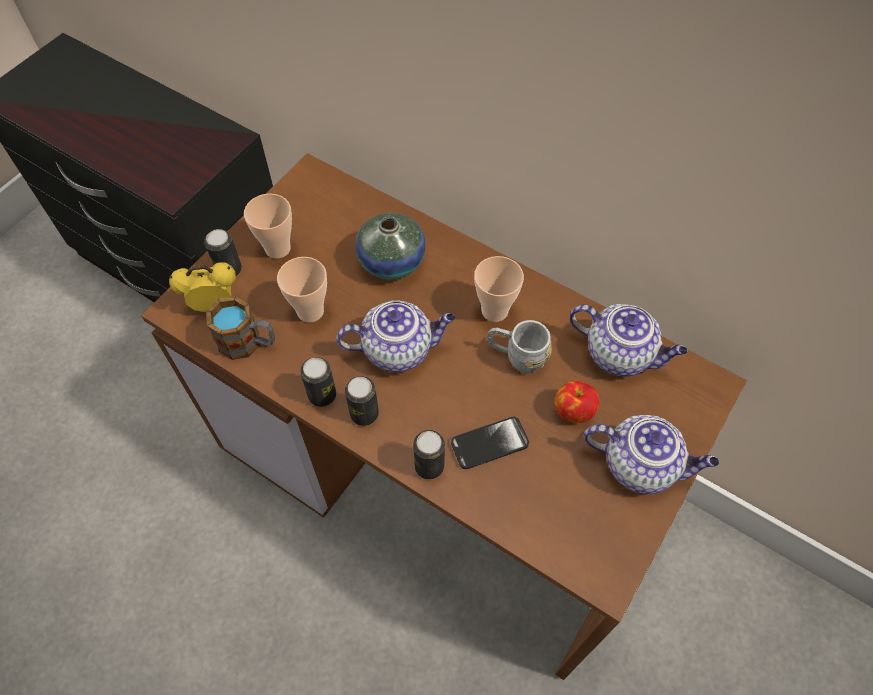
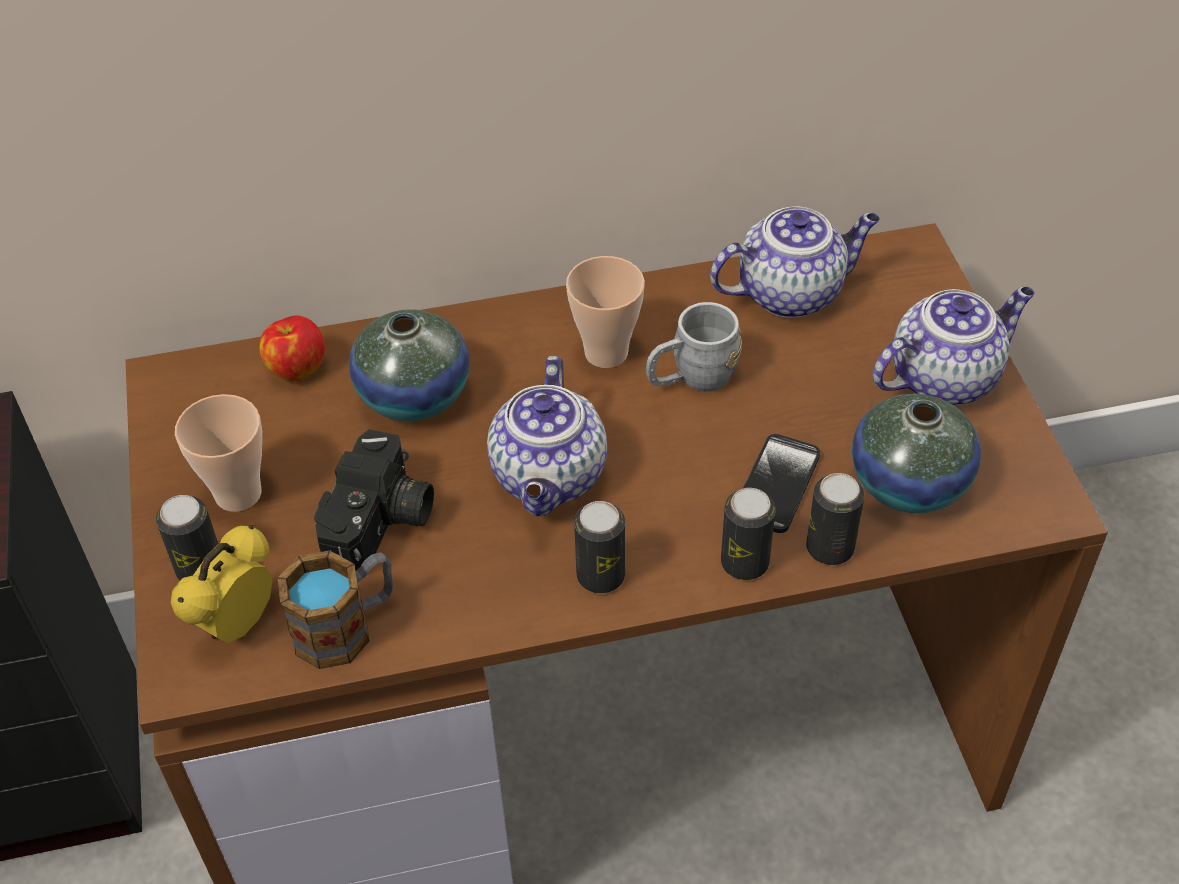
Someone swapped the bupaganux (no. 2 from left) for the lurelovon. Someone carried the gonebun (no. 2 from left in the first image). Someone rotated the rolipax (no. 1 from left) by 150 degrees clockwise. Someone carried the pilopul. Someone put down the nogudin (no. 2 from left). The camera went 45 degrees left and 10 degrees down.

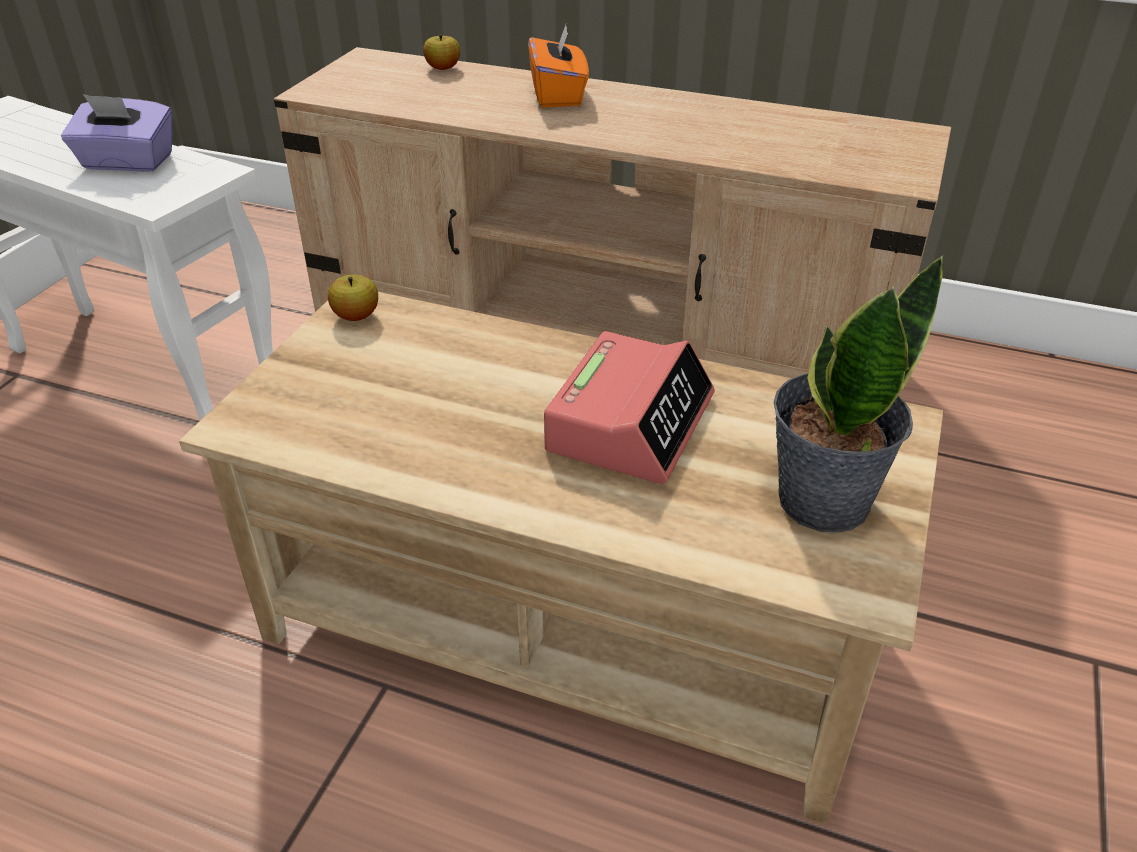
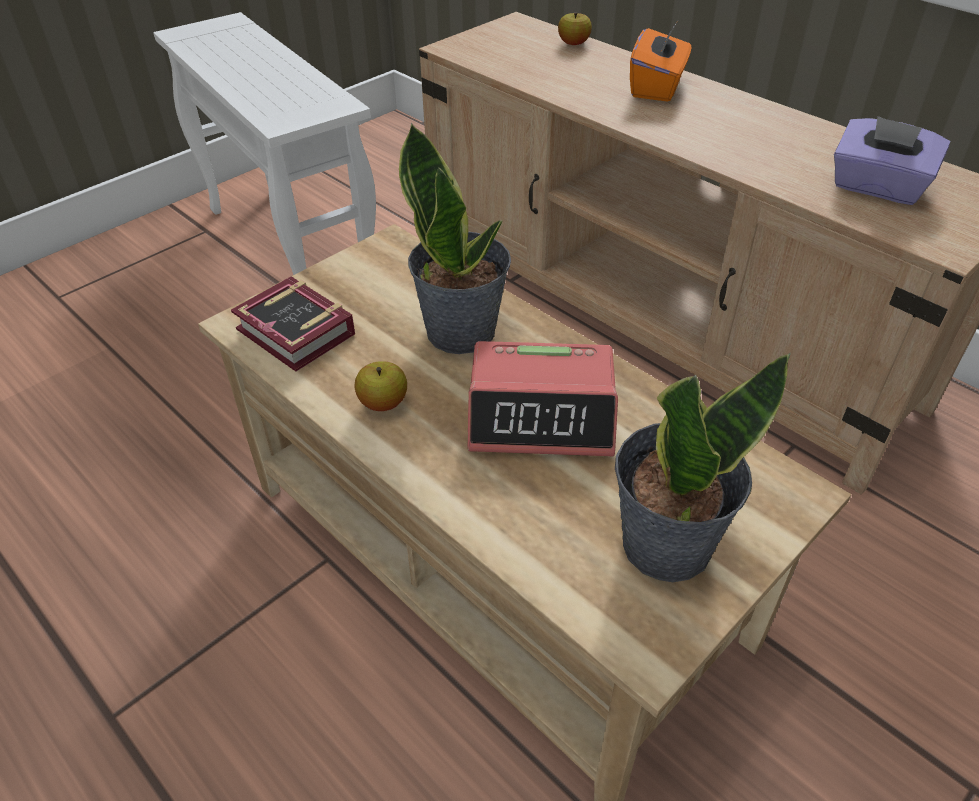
Someone carried the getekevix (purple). Someone carried the pilopul (no. 1 from left). Someone rotated the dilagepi by 45 degrees clockwise. Someone put down the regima. Someone put down the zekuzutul (no. 1 from left). The camera went 25 degrees right and 5 degrees up.

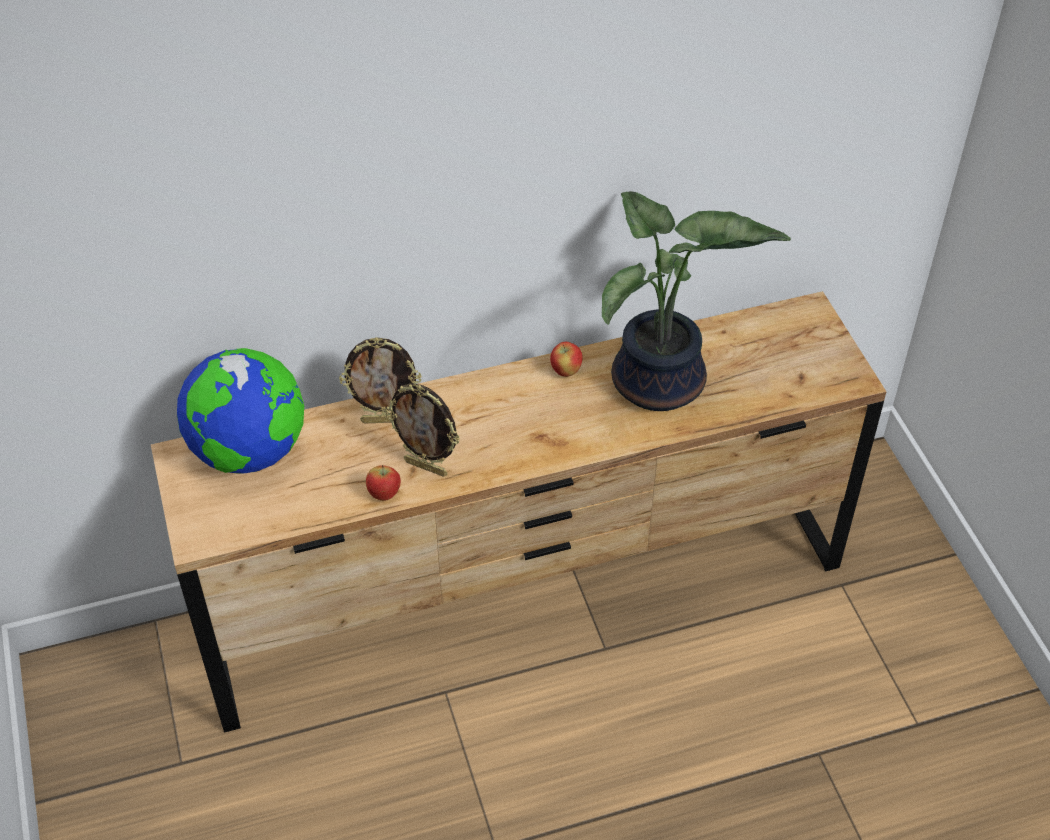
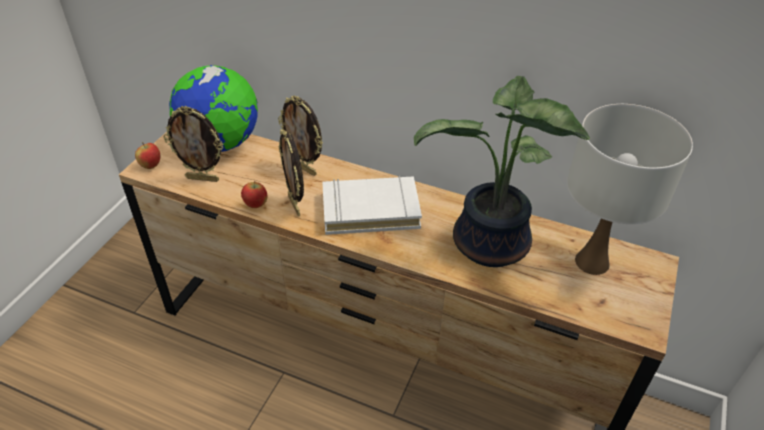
Someone carried the pilopul (no. 2 from left in the first image). Someone put down the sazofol (no. 1 from left). Someone put down the regima (white). Someone put down the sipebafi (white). The camera went 40 degrees right and 5 degrees down.

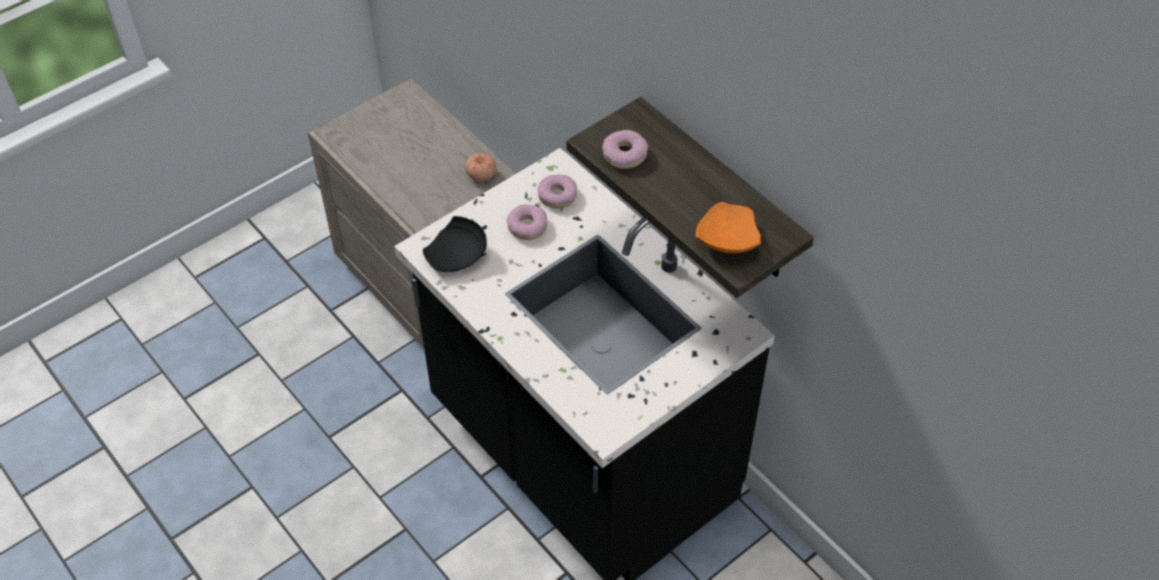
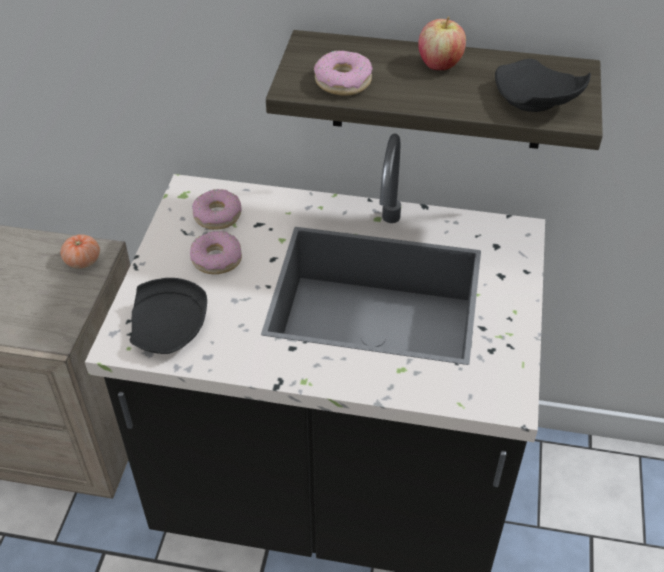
Someone repainted the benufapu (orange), which became the benufapu (black) (no. 2 from left). Someone put down the pilopul. The camera went 40 degrees left and 5 degrees down.

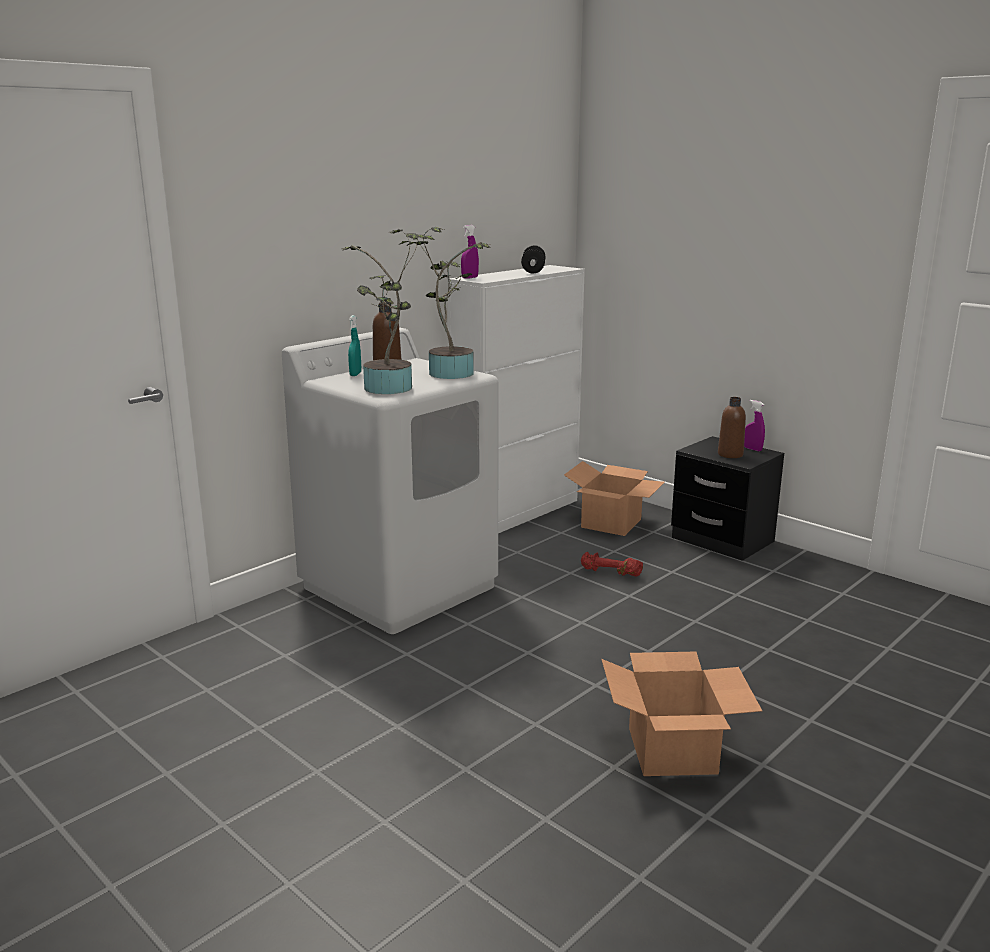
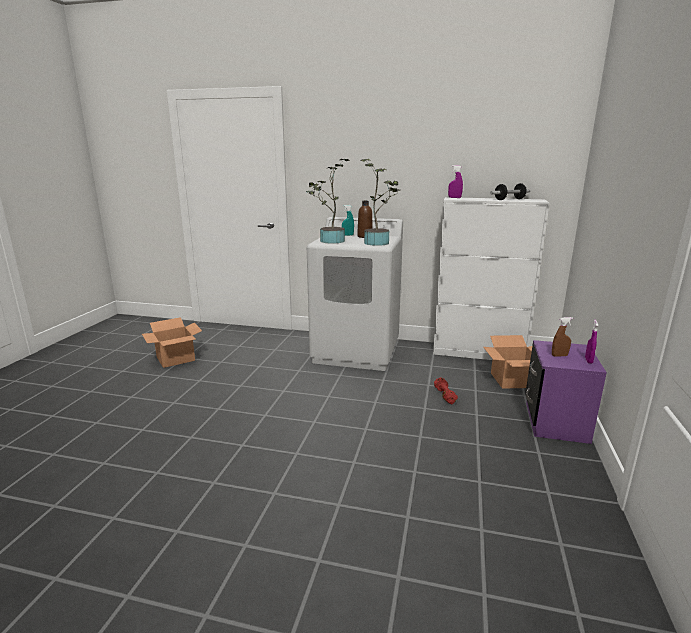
Someone carried the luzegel (no. 2 from left in the first image). Someone repainted the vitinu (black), which became the vitinu (purple). Someone swapped the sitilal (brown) (no. 2 from left) for the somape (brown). The camera went 60 degrees right and 0 degrees up.

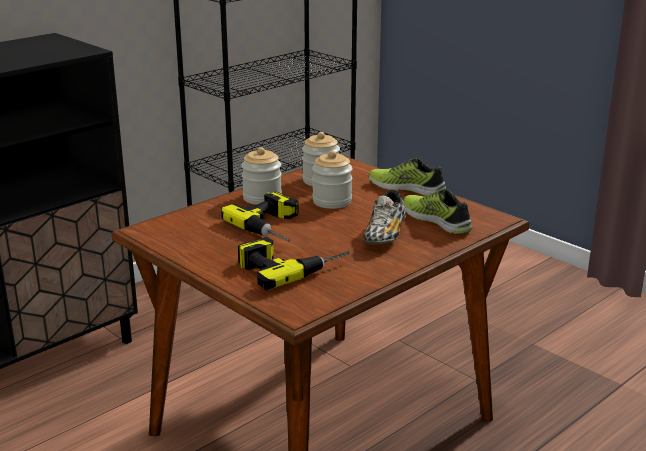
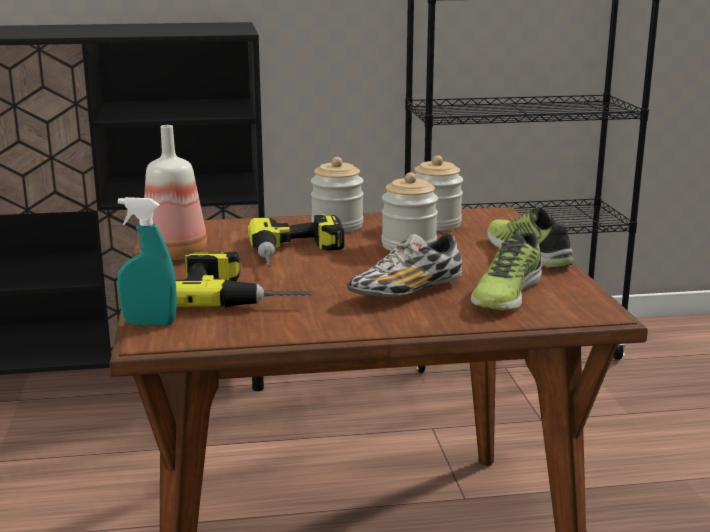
Someone rotated the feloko (no. 3 from left in the first image) by 150 degrees counterclockwise. Someone put down the somape (turquoise). Someone put down the sitilal. The camera went 35 degrees right and 5 degrees down.

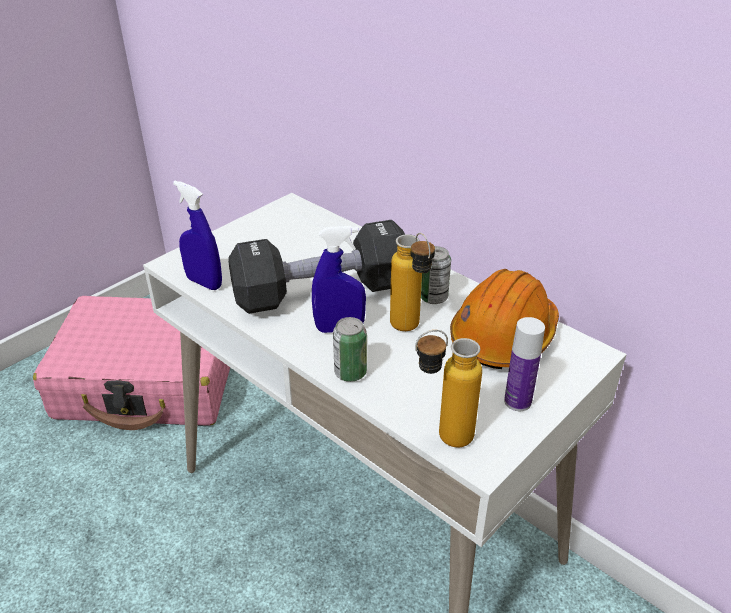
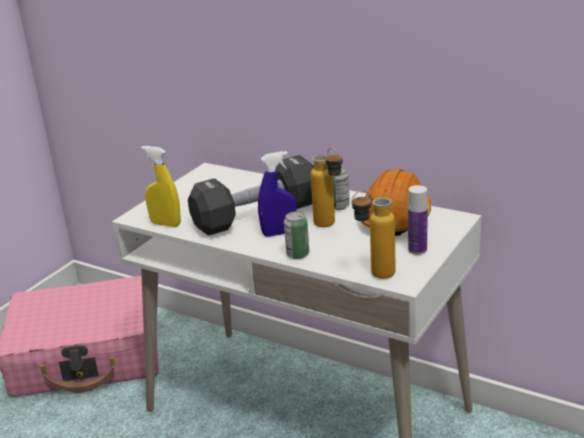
Someone repainted the somape (blue) (no. 1 from left), which became the somape (yellow). The camera went 10 degrees left and 10 degrees down.

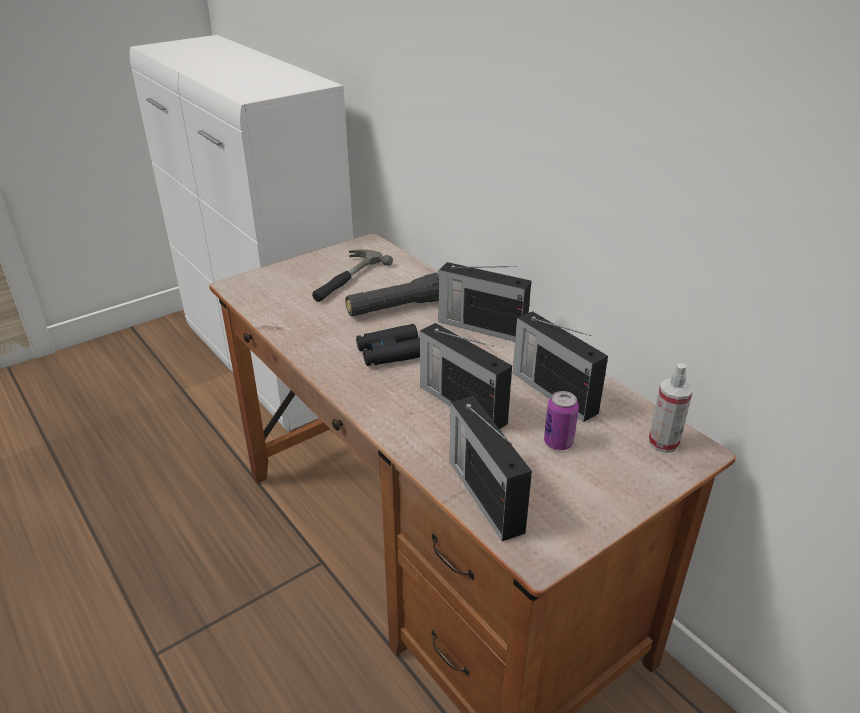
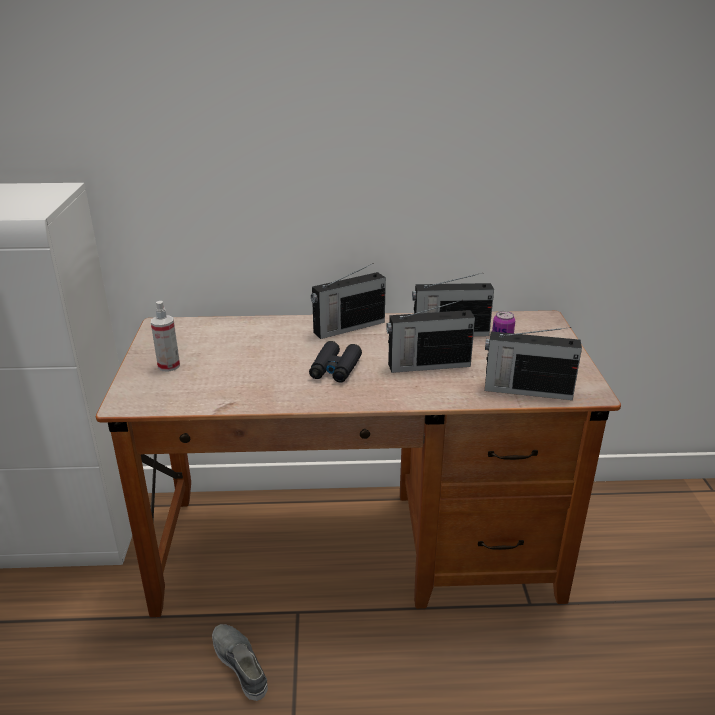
Someone took away the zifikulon. Someone took away the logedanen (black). Someone carried the somape. Someone put down the feloko (grey). The camera went 55 degrees left and 5 degrees down.

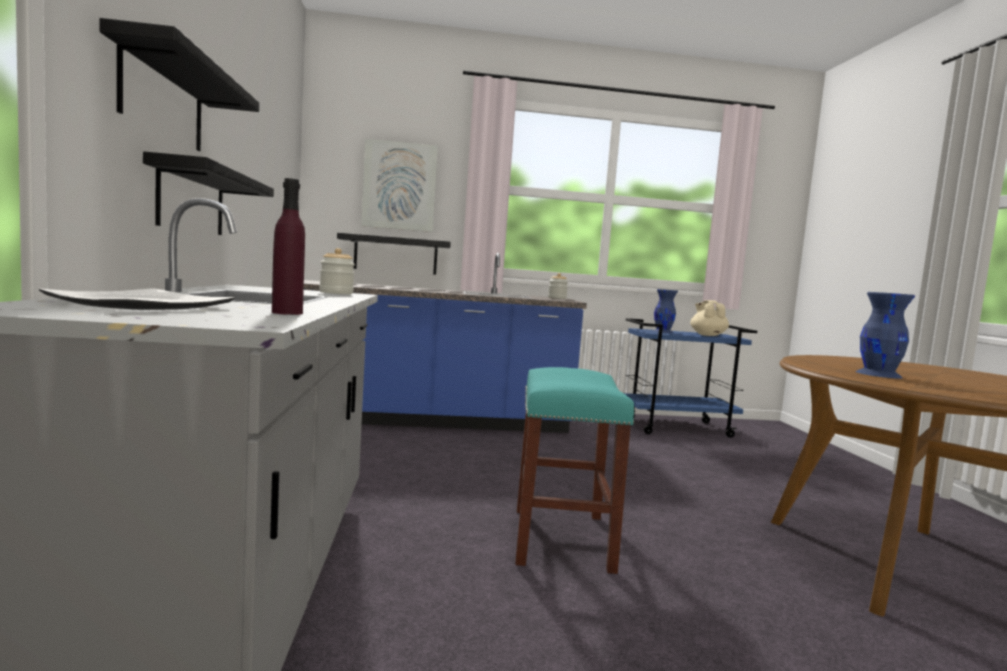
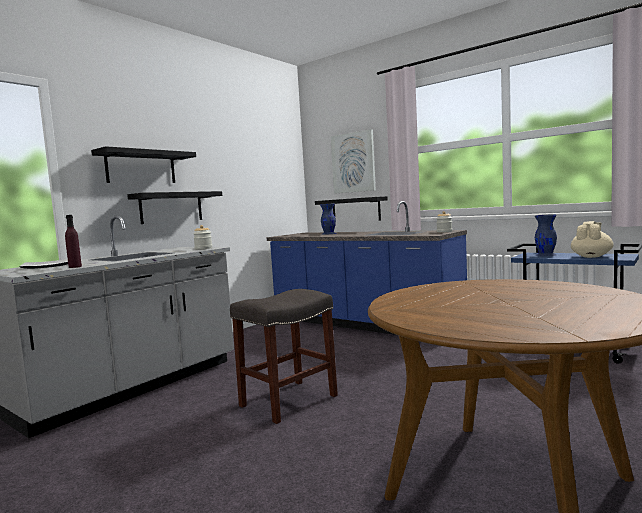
Someone repainted the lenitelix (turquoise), which became the lenitelix (grey). Someone carried the nogudin (blue) (no. 2 from left in the first image). The camera went 45 degrees right and 0 degrees up.

